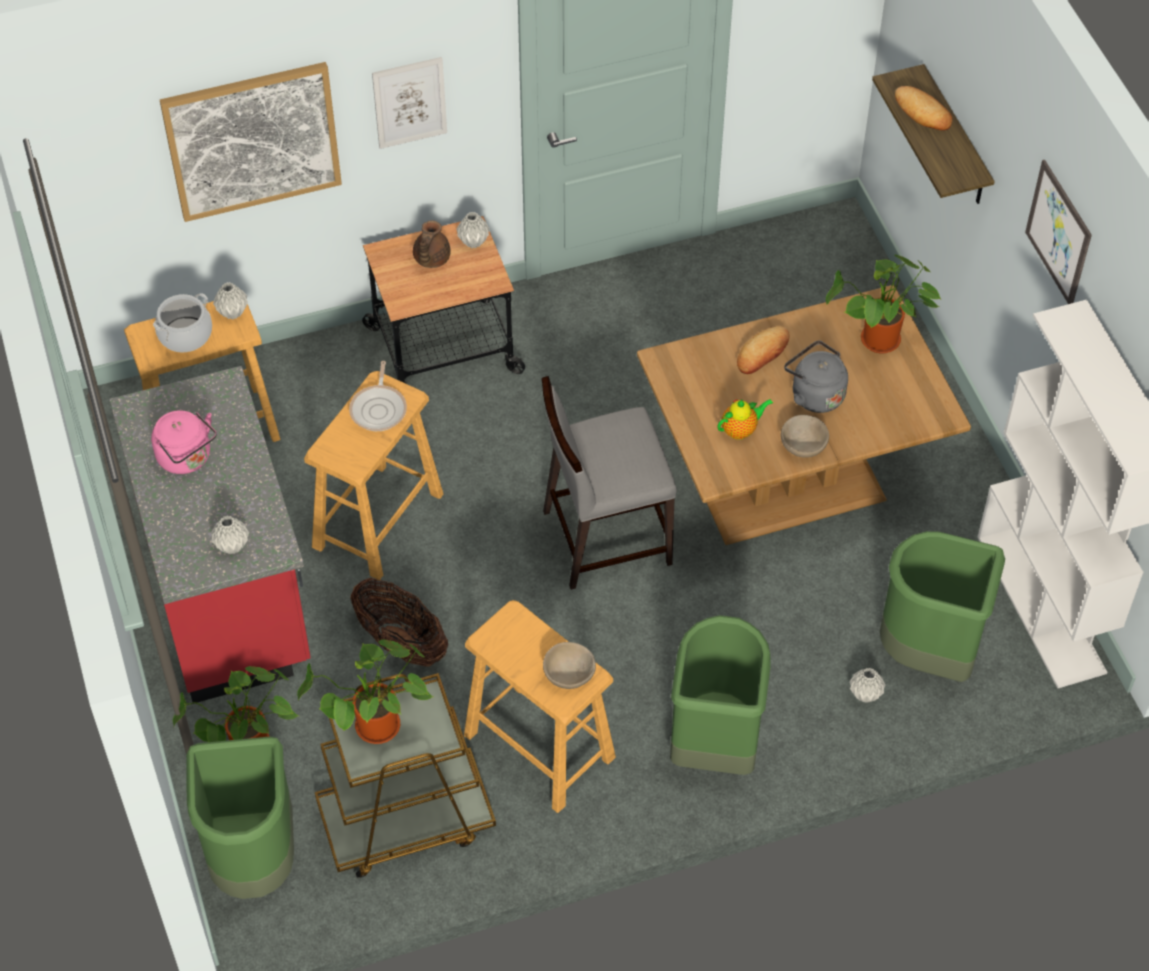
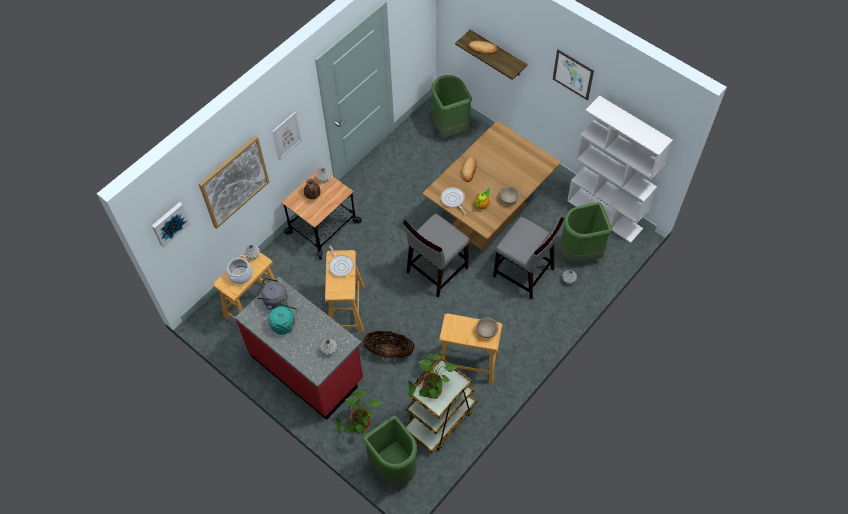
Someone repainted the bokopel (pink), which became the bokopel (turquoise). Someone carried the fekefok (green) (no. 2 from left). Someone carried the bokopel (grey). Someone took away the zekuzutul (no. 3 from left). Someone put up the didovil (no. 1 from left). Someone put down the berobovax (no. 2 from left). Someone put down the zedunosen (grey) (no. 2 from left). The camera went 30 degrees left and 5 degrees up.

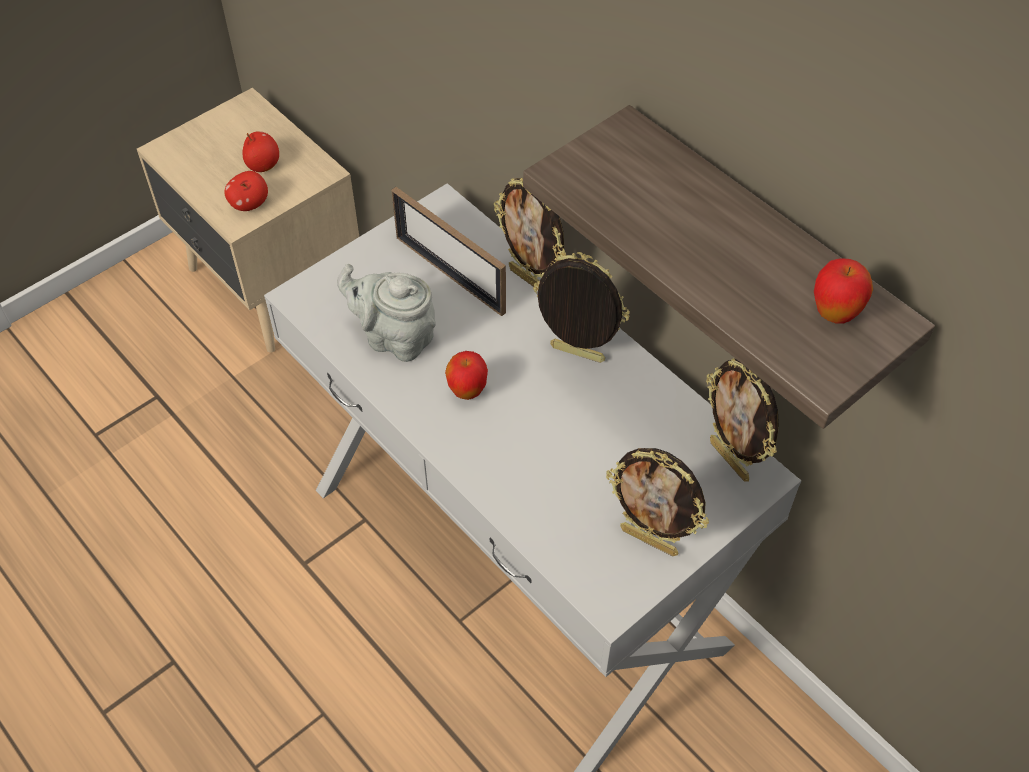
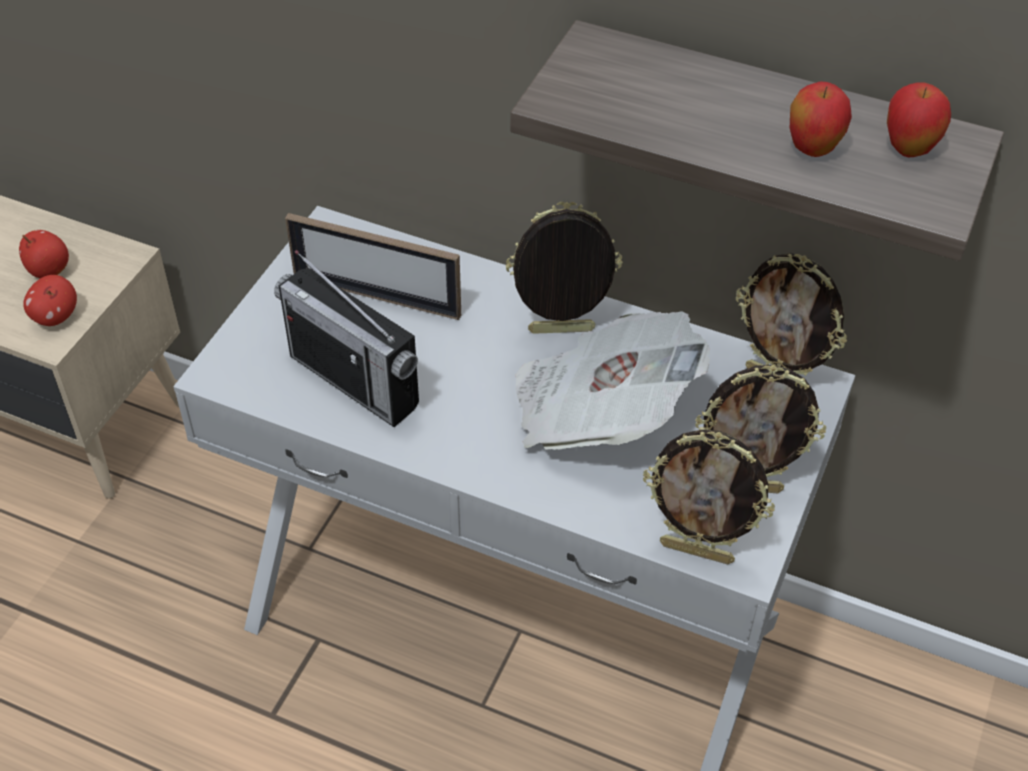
Someone swapped the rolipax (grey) for the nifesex. Someone carried the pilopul (no. 3 from left). Someone carried the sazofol (no. 2 from left in the first image). Someone put down the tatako. The camera went 25 degrees left and 5 degrees down.

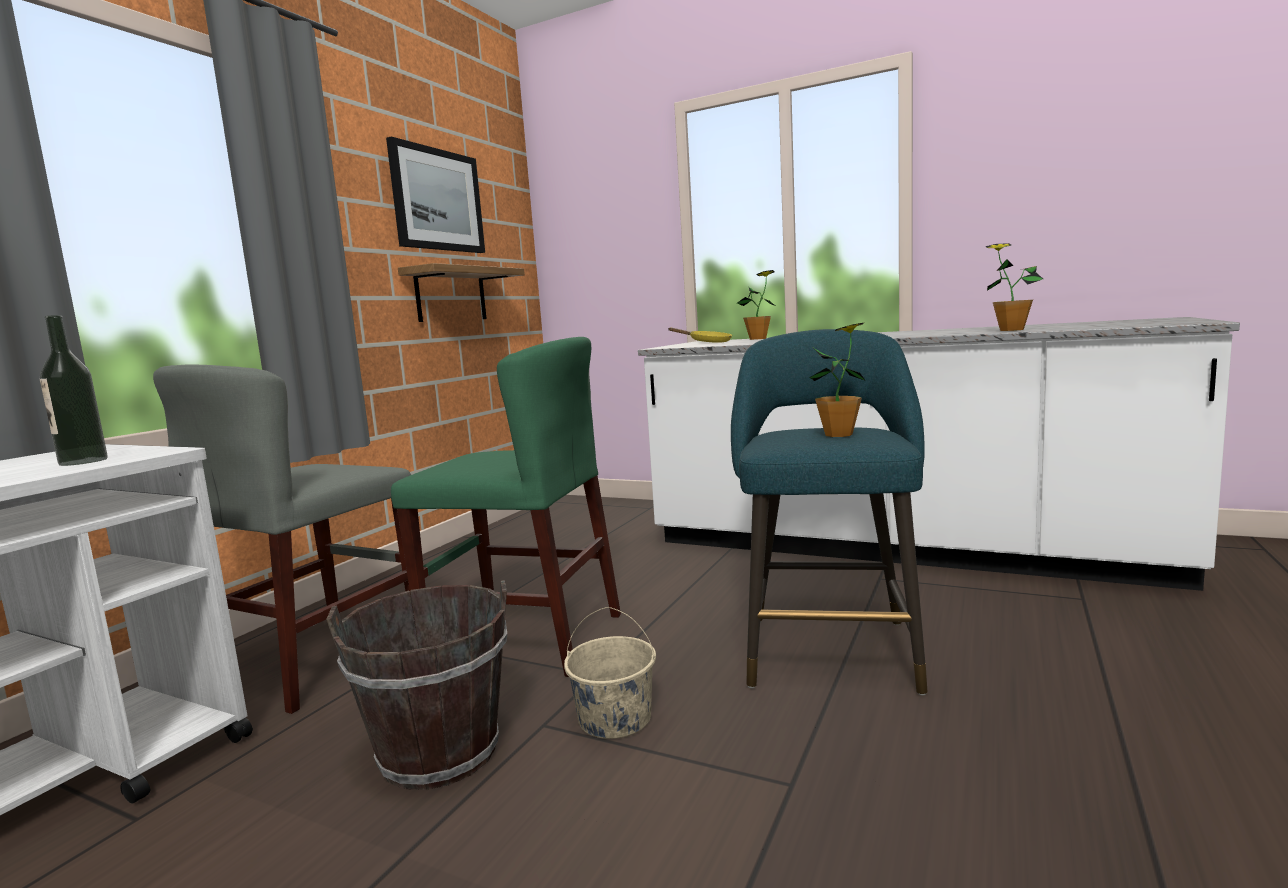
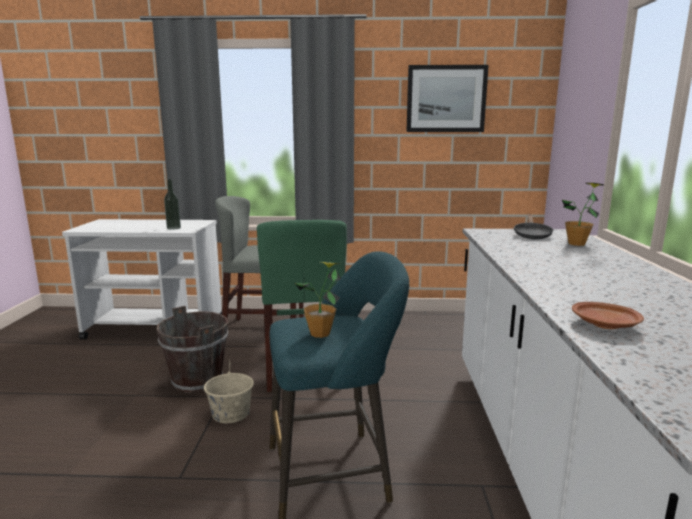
Someone took away the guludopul. Someone repainted the berobovax (yellow), which became the berobovax (black). Someone swapped the zekuzutul (no. 3 from left) for the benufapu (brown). The camera went 65 degrees right and 5 degrees up.

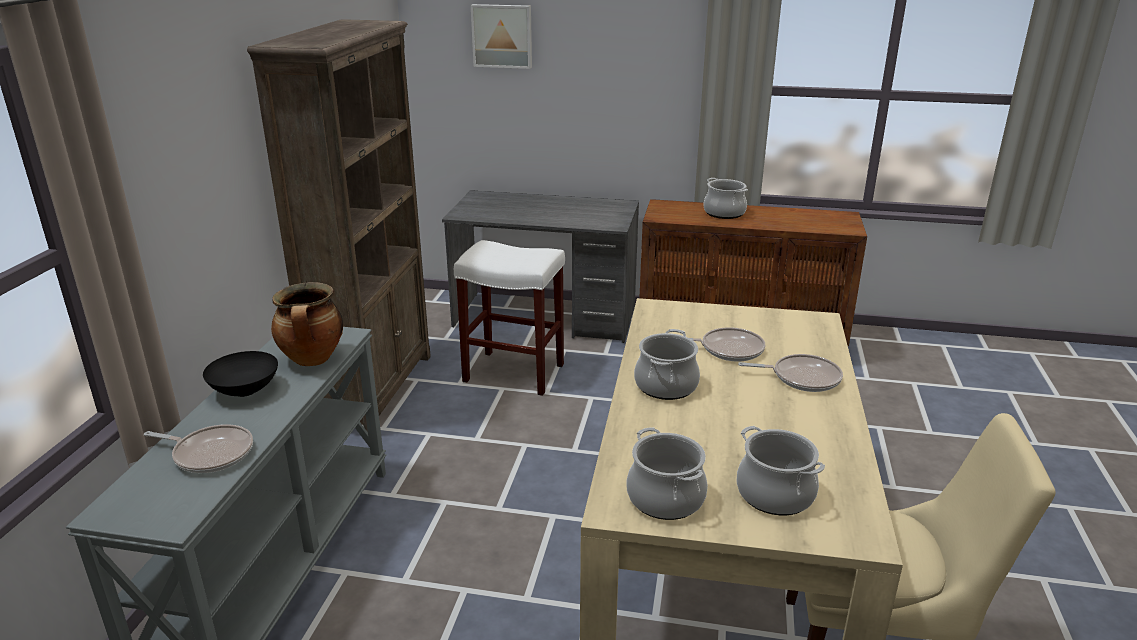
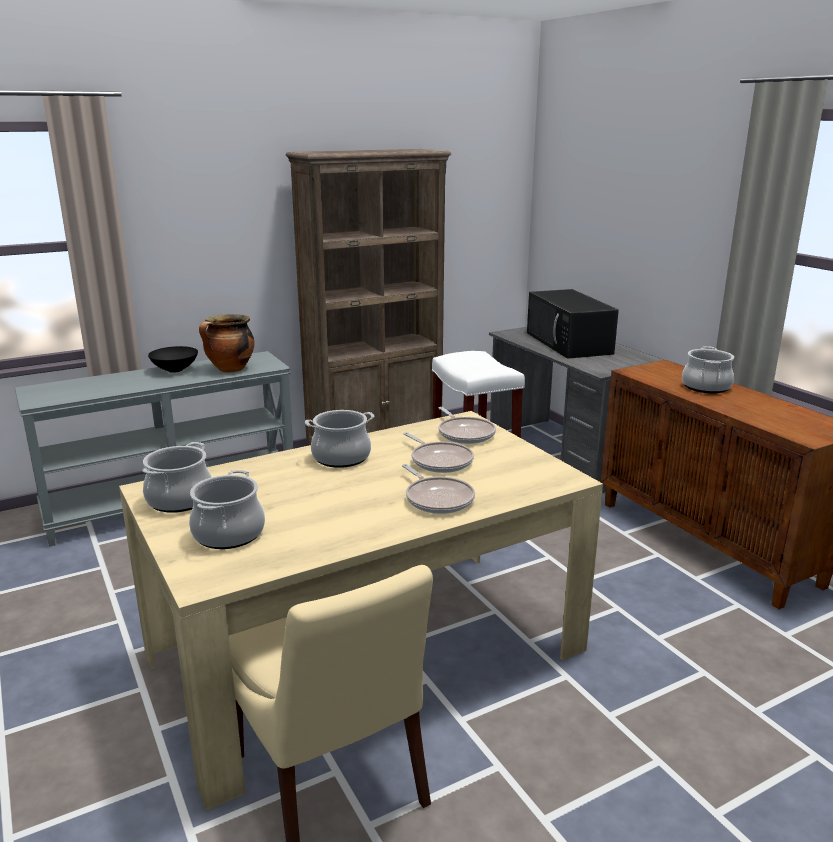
Someone carried the berobovax (no. 1 from left in the first image). Someone took away the didovil. Someone put down the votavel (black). The camera went 50 degrees right and 5 degrees down.

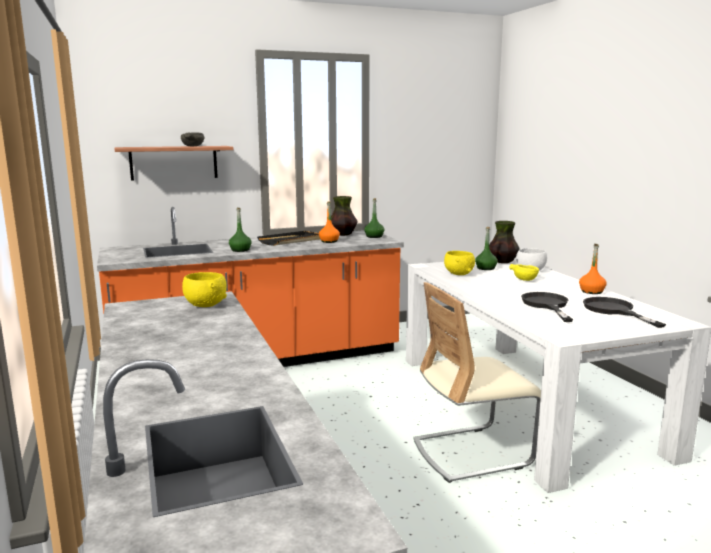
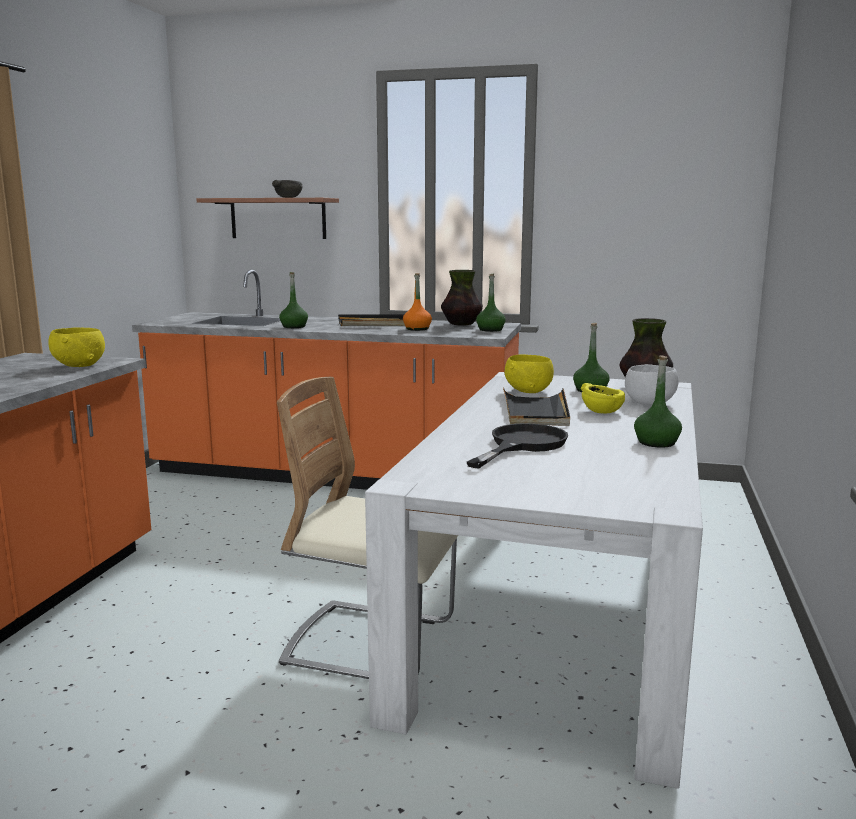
Someone repainted the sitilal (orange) (no. 2 from left), which became the sitilal (green) (no. 4 from left). Someone took away the berobovax (black) (no. 2 from left). Someone put down the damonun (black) (no. 2 from left). The camera went 35 degrees right and 0 degrees up.

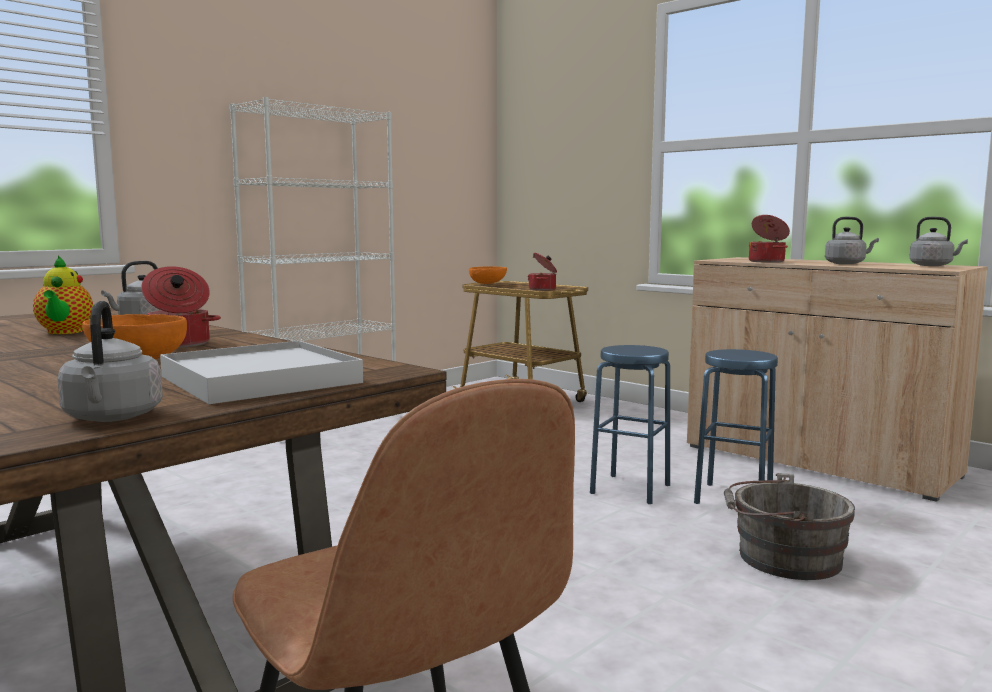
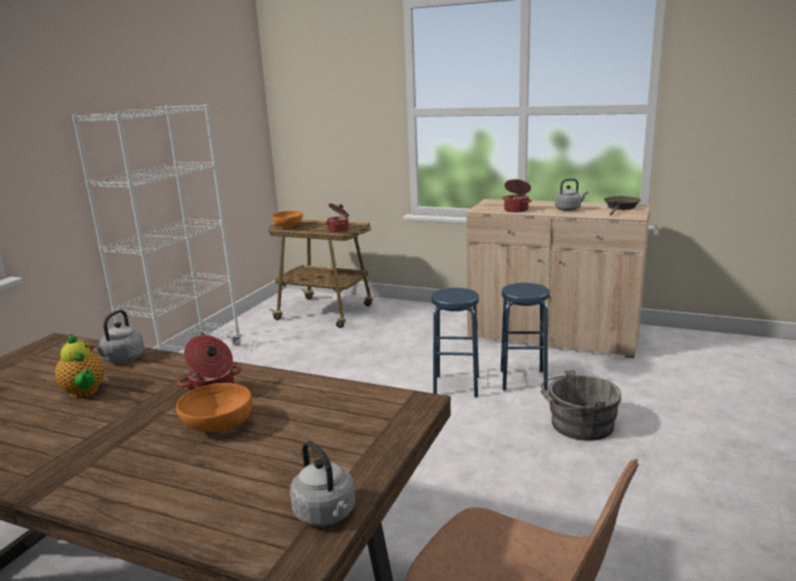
Someone took away the damonun (white). Someone swapped the bokopel (grey) (no. 4 from left) for the berobovax (brown). The camera went 20 degrees left and 10 degrees up.

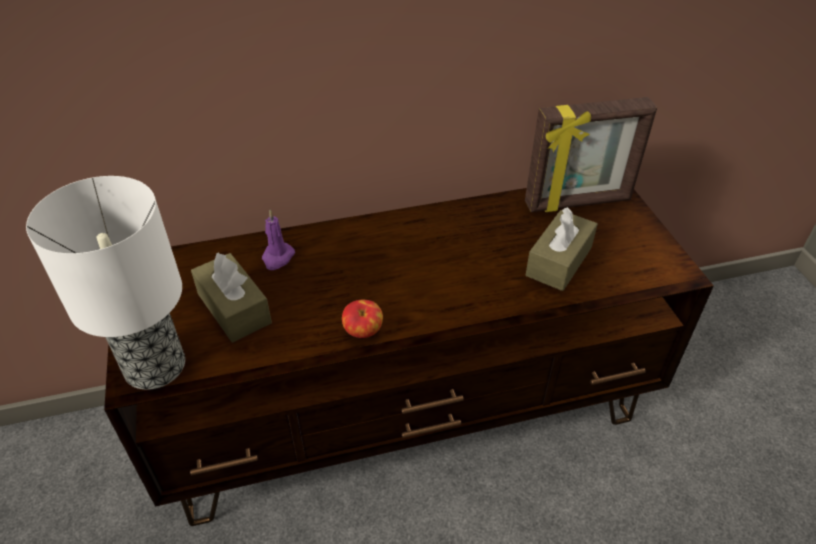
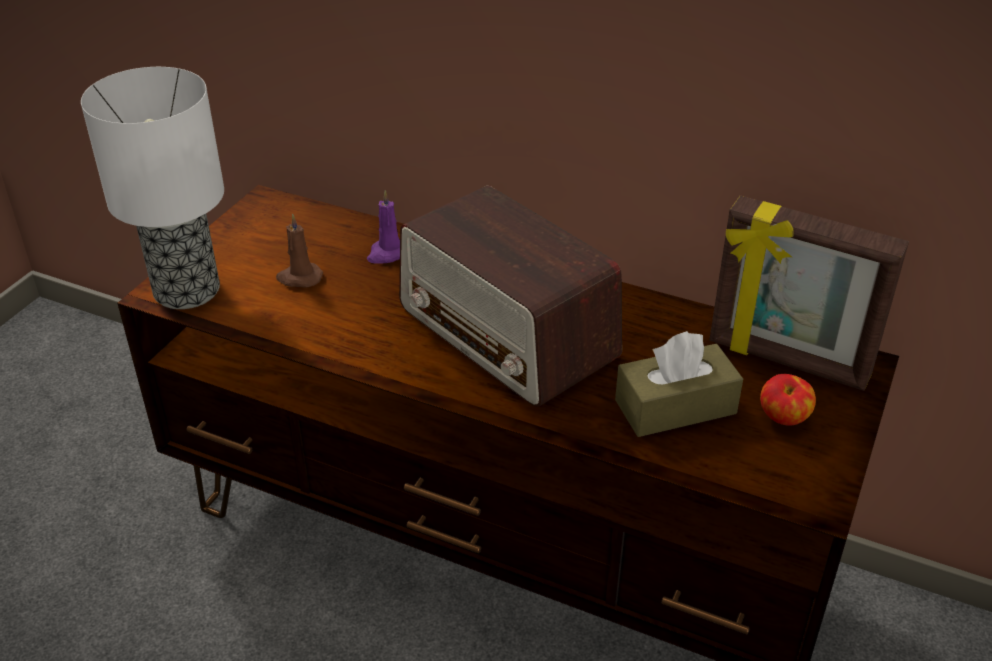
Someone swapped the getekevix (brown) (no. 1 from left) for the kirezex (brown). Someone carried the pilopul. Someone put down the nifesex. The camera went 40 degrees right and 5 degrees down.

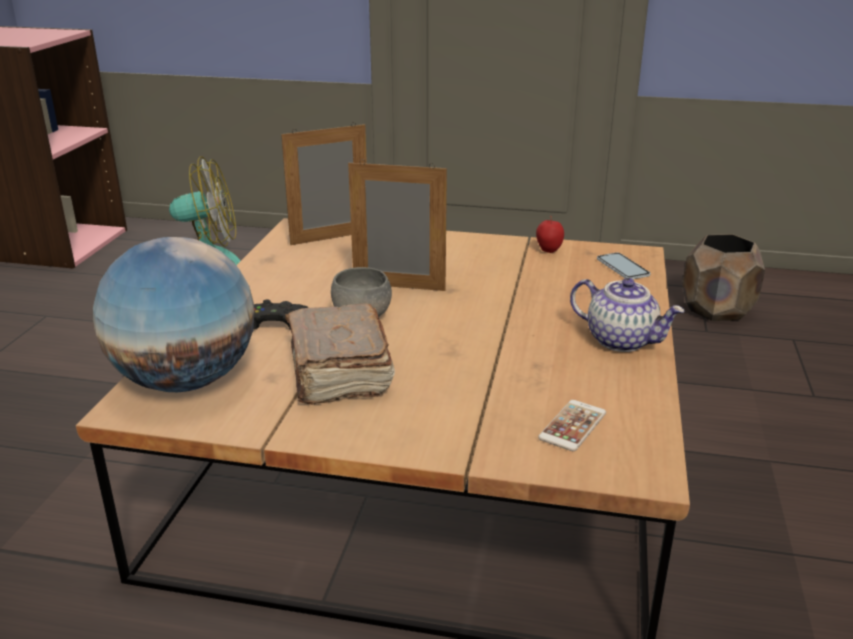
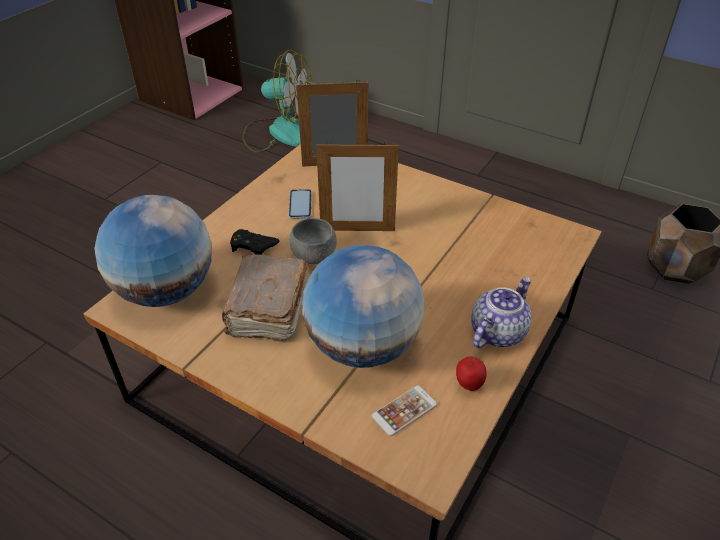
Someone rotated the sazofol (no. 2 from left) by 150 degrees clockwise. Someone carried the pilopul. Someone rotated the rolipax by 105 degrees counterclockwise. Someone carried the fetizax (no. 2 from left in the first image). Someone put down the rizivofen (no. 2 from left). The camera went 20 degrees right and 15 degrees up.

